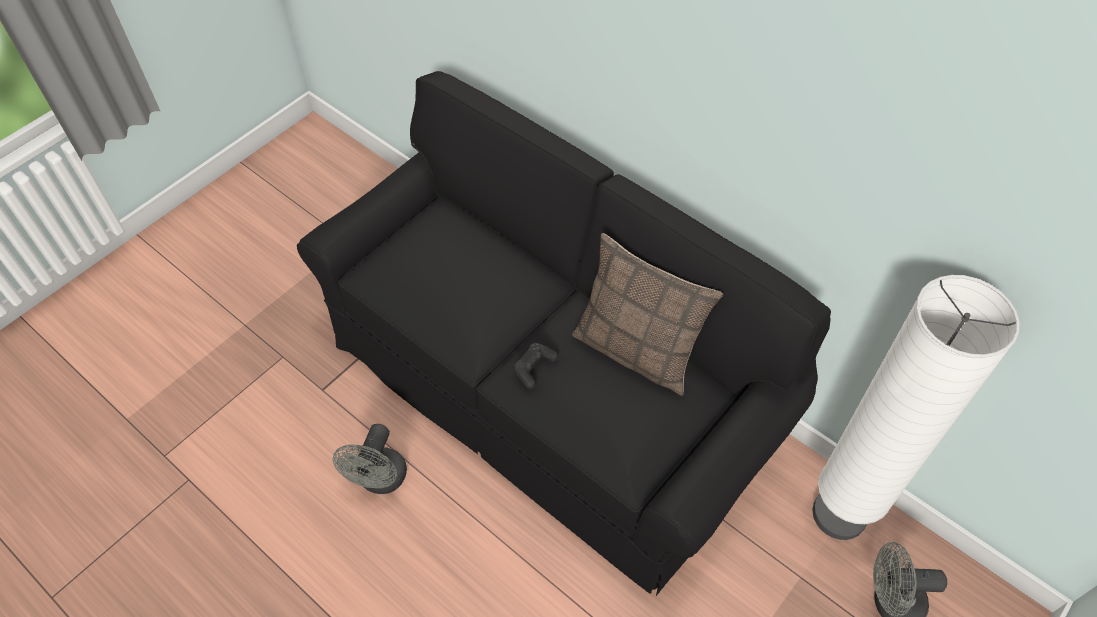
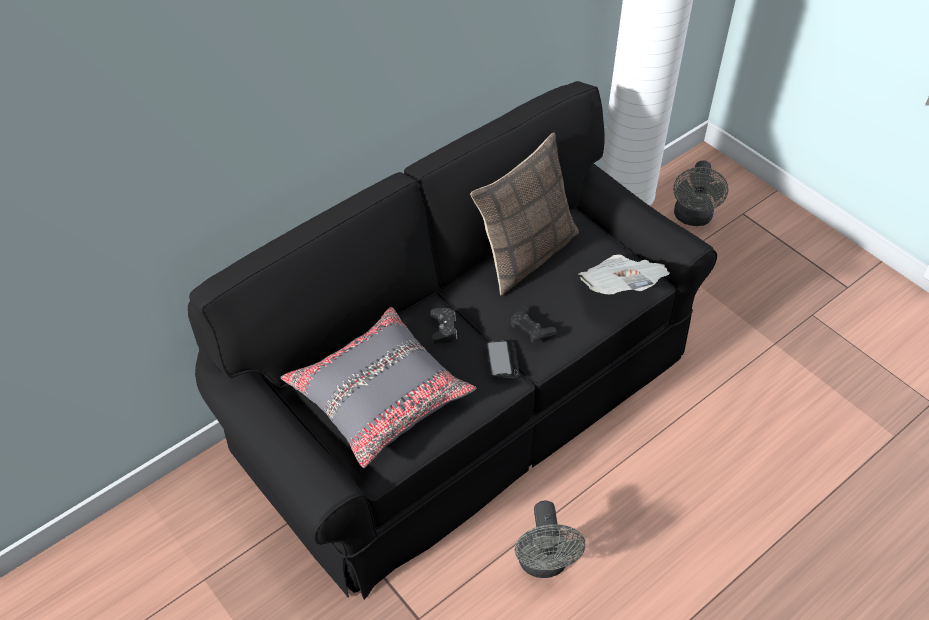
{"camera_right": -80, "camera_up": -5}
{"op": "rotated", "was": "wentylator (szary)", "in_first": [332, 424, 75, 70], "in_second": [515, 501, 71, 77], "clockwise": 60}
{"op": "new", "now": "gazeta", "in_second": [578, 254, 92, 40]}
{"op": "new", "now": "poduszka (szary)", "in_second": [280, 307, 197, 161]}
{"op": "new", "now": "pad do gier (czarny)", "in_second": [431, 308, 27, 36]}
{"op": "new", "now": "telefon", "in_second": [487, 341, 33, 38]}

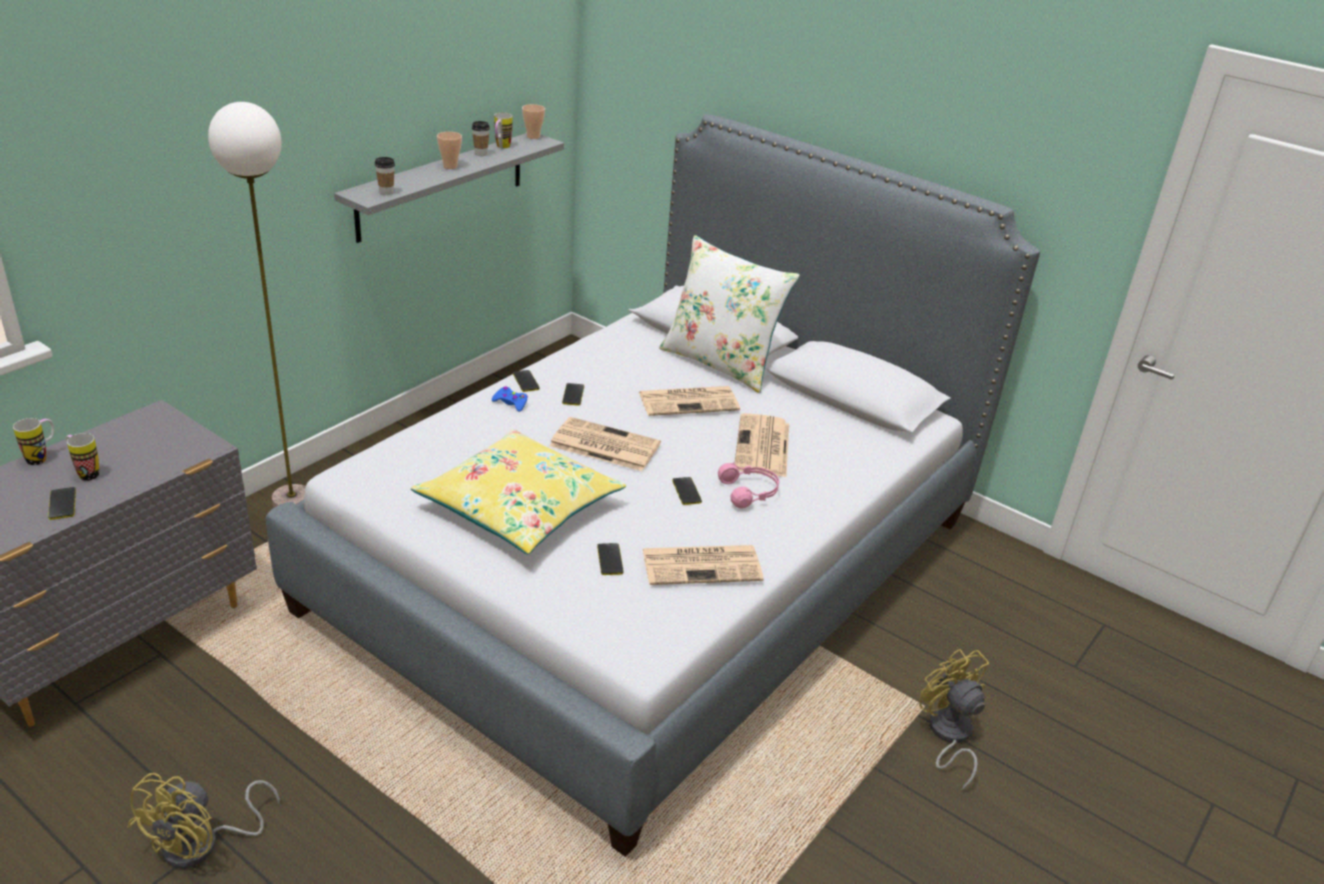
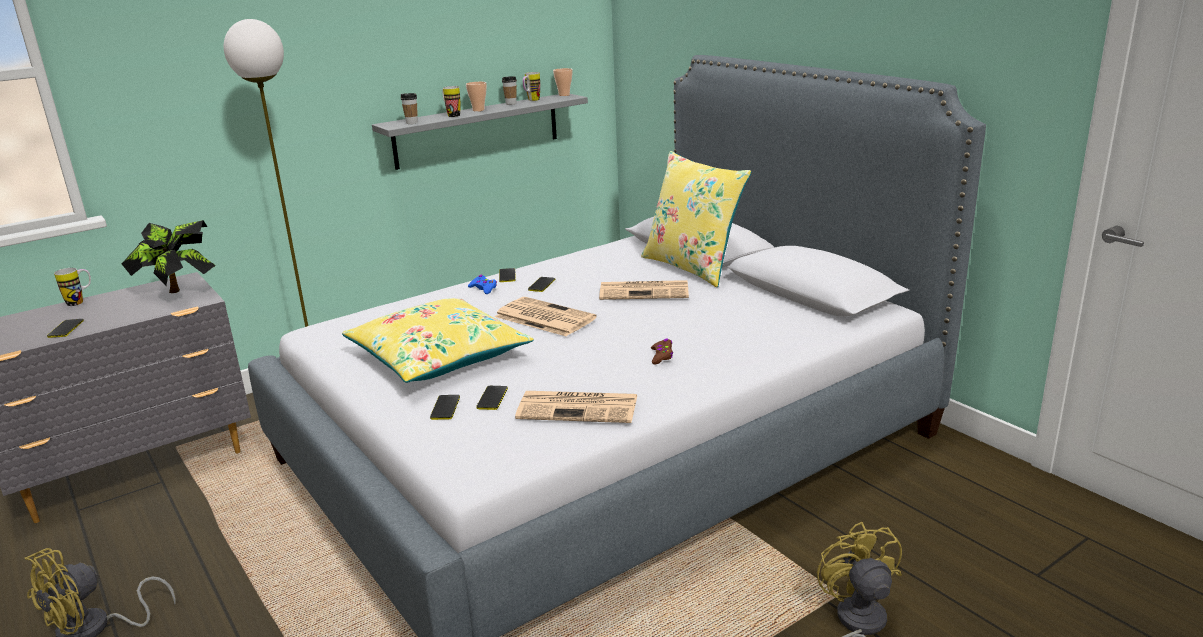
{"camera_right": 20, "camera_up": -10}
{"op": "repainted", "was": "poduszka (biały)", "now": "poduszka (żółty)", "in_first": [659, 235, 141, 158], "in_second": [641, 151, 110, 136]}
{"op": "gone", "was": "gazeta", "in_first": [735, 413, 54, 64]}
{"op": "shifted", "was": "kubek", "in_first": [65, 433, 34, 48], "in_second": [442, 86, 18, 31]}
{"op": "swapped", "was": "słuchawki (różowy)", "now": "pad do gier (brązowy)", "in_first": [718, 463, 61, 46], "in_second": [651, 339, 22, 25]}
{"op": "shifted", "was": "telefon", "in_first": [672, 477, 30, 28], "in_second": [430, 395, 30, 25]}
{"op": "new", "now": "roślina doniczkowa", "in_second": [122, 220, 94, 73]}

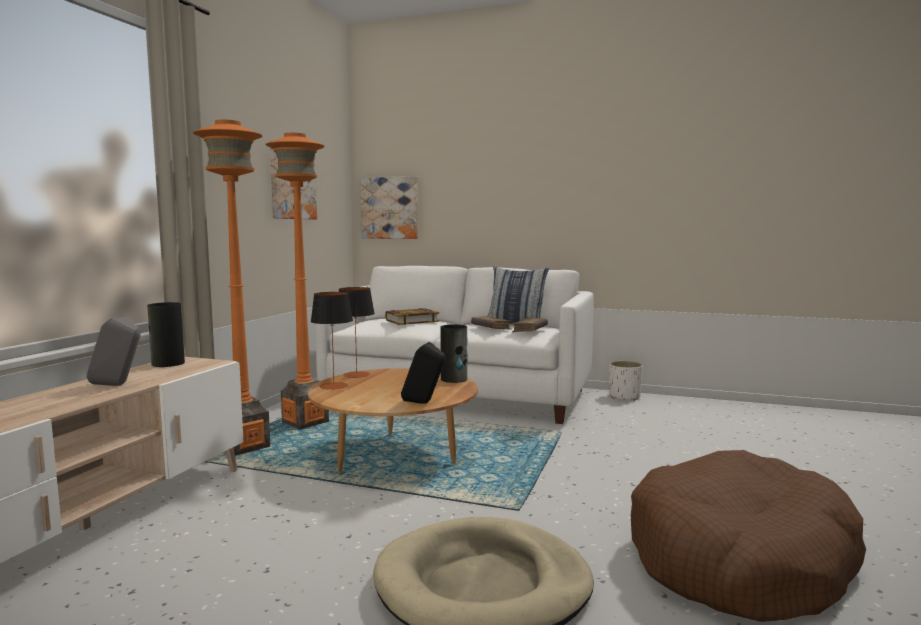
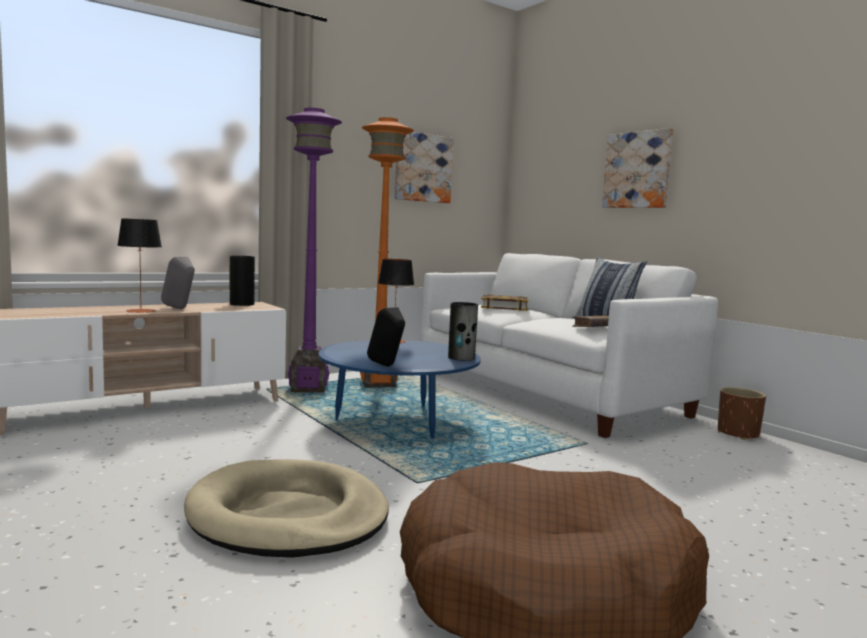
{"camera_right": 35, "camera_up": 0}
{"op": "repainted", "was": "lampa stojąca (pomarańczowy)", "now": "lampa stojąca (fioletowy)", "in_first": [193, 120, 77, 336], "in_second": [286, 108, 56, 284]}
{"op": "shifted", "was": "obraz", "in_first": [360, 176, 58, 63], "in_second": [602, 128, 71, 80]}
{"op": "shifted", "was": "lampa stołowa", "in_first": [311, 292, 42, 98], "in_second": [117, 218, 45, 95]}
{"op": "gone", "was": "książka (brązowy)", "in_first": [471, 317, 40, 13]}
{"op": "repainted", "was": "donica (biały)", "now": "donica (brązowy)", "in_first": [609, 361, 34, 40], "in_second": [718, 387, 48, 53]}
{"op": "repainted", "was": "ława (brązowy)", "now": "ława (niebieski)", "in_first": [308, 368, 170, 105], "in_second": [318, 340, 163, 98]}

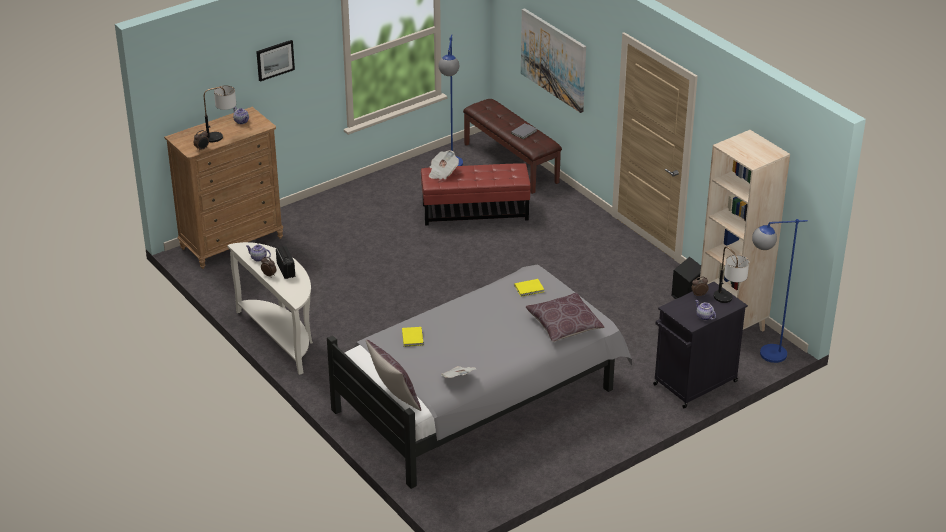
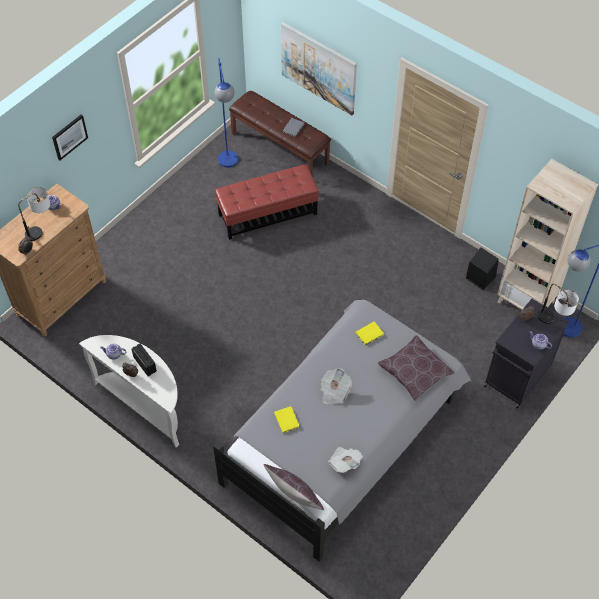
{"camera_right": -15, "camera_up": 20}
{"op": "shifted", "was": "gazeta", "in_first": [429, 150, 30, 29], "in_second": [320, 368, 32, 36]}

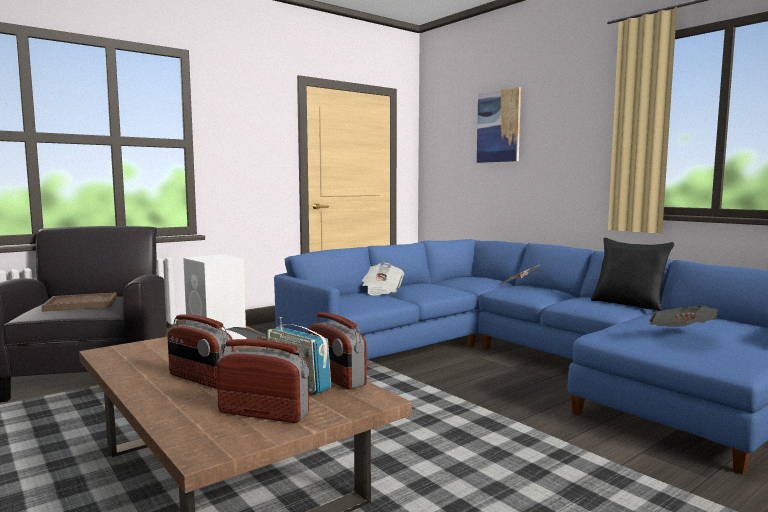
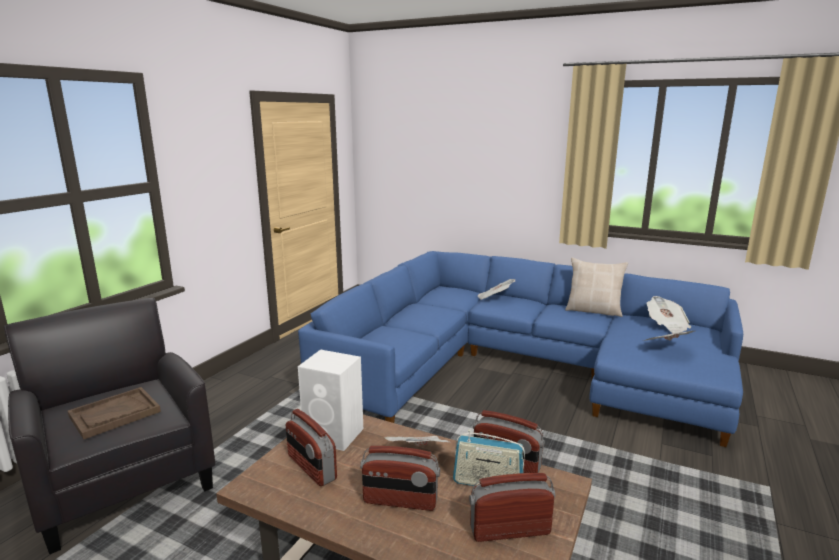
{"camera_right": -25, "camera_up": 10}
{"op": "gone", "was": "obraz", "in_first": [477, 87, 44, 76]}
{"op": "repainted", "was": "poduszka (czarny)", "now": "poduszka (beżowy)", "in_first": [591, 238, 83, 73], "in_second": [565, 258, 63, 59]}
{"op": "shifted", "was": "gazeta", "in_first": [362, 263, 43, 33], "in_second": [647, 296, 44, 38]}
{"op": "new", "now": "radio", "in_second": [286, 409, 51, 77]}

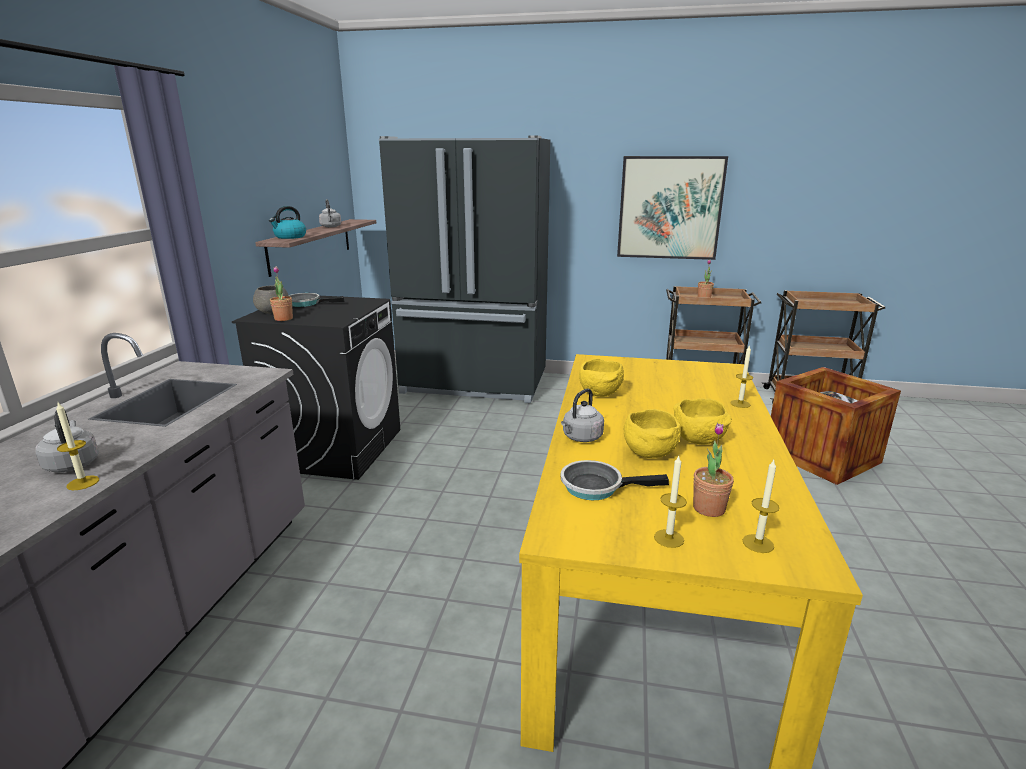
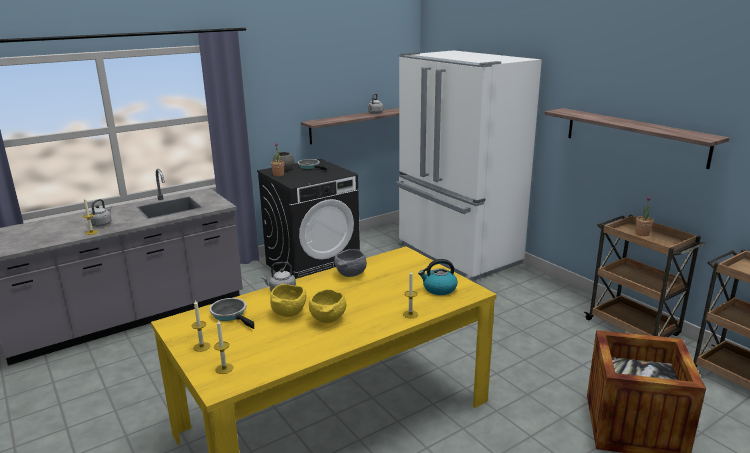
{"camera_right": 45, "camera_up": 0}
{"op": "repainted", "was": "lodówka (czarny)", "now": "lodówka (biały)", "in_first": [379, 135, 171, 268], "in_second": [396, 50, 146, 231]}
{"op": "swapped", "was": "obraz", "now": "półka", "in_first": [617, 156, 111, 104], "in_second": [544, 108, 185, 61]}
{"op": "shifted", "was": "czajnik", "in_first": [269, 206, 37, 33], "in_second": [418, 259, 40, 36]}
{"op": "repainted", "was": "miska (żółty)", "now": "miska (szary)", "in_first": [579, 359, 45, 38], "in_second": [334, 249, 33, 28]}
{"op": "gone", "was": "roślina doniczkowa", "in_first": [693, 423, 41, 94]}

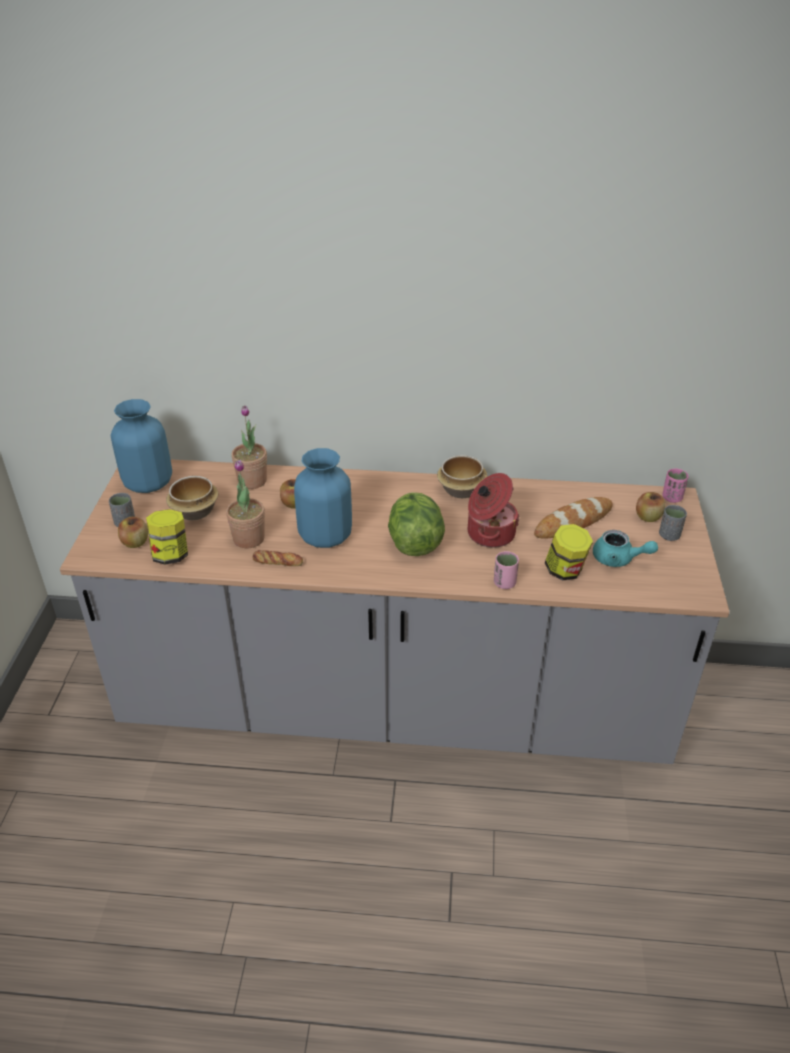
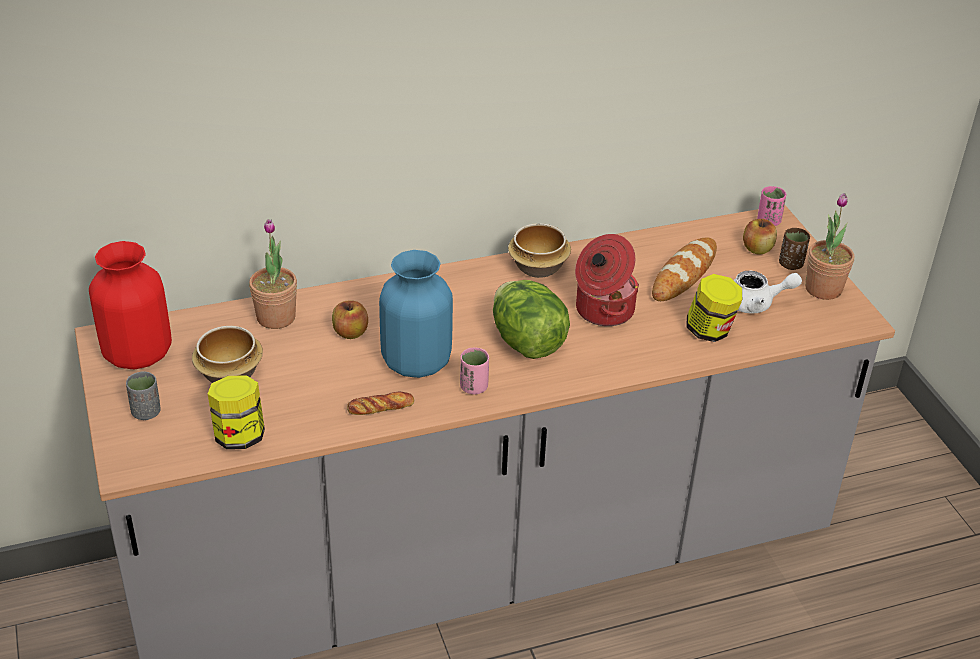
{"camera_right": -25, "camera_up": 0}
{"op": "repainted", "was": "wazon (niebieski)", "now": "wazon (czerwony)", "in_first": [111, 399, 61, 94], "in_second": [89, 241, 83, 128]}
{"op": "shifted", "was": "roślina doniczkowa", "in_first": [226, 460, 39, 88], "in_second": [805, 193, 49, 107]}
{"op": "repainted", "was": "filiżanka (szary)", "now": "filiżanka (brązowy)", "in_first": [659, 505, 28, 36], "in_second": [779, 228, 31, 42]}
{"op": "gone", "was": "jabłko", "in_first": [118, 517, 30, 31]}
{"op": "repainted", "was": "imbryk (turkusowy)", "now": "imbryk (biały)", "in_first": [593, 530, 65, 37], "in_second": [734, 271, 68, 42]}
{"op": "shifted", "was": "filiżanka (różowy)", "in_first": [494, 551, 25, 38], "in_second": [460, 348, 29, 46]}

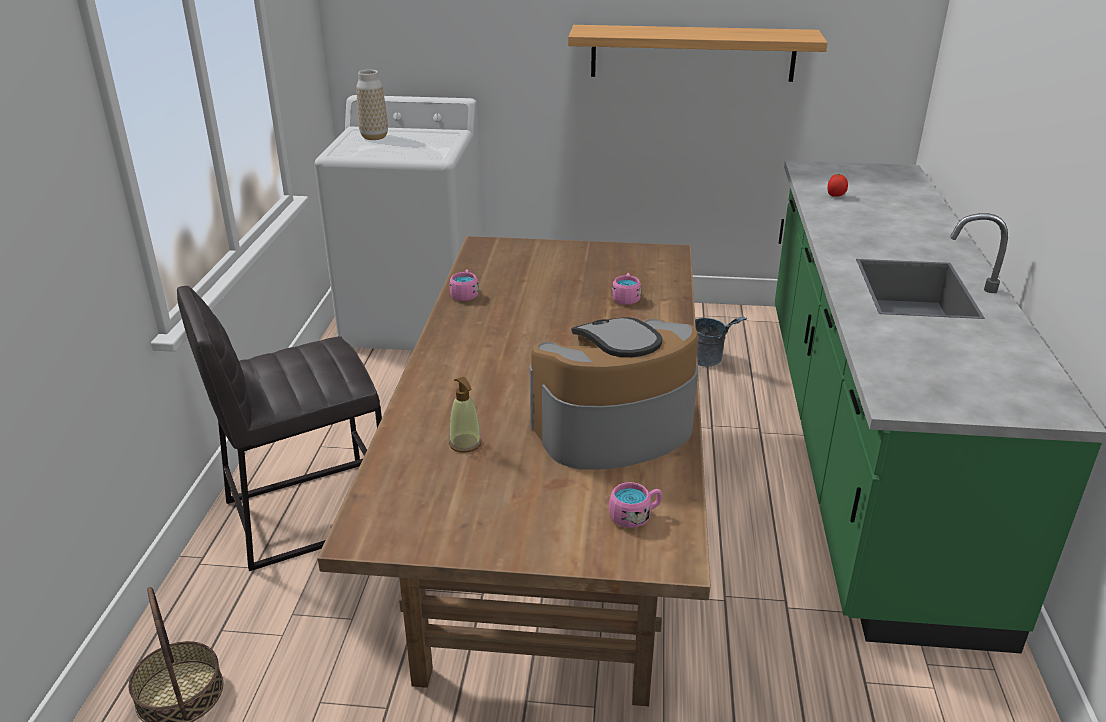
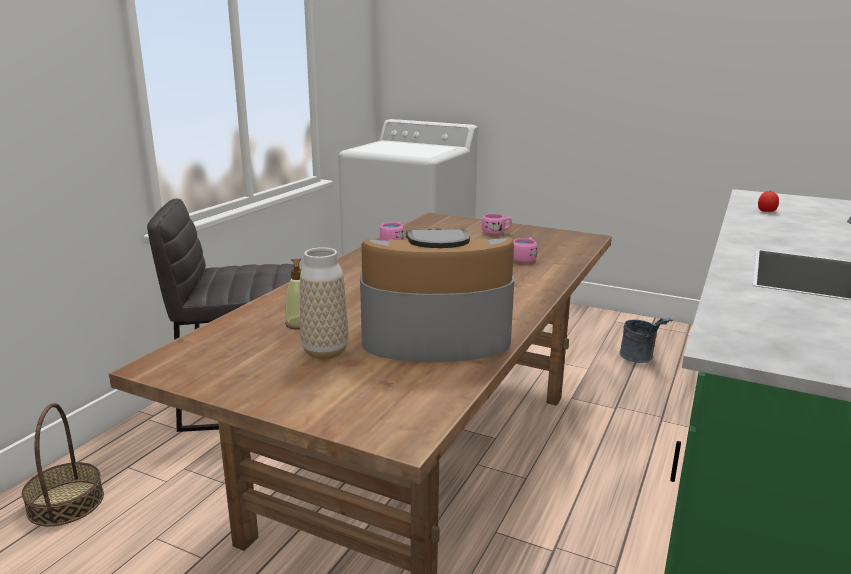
{"camera_right": 20, "camera_up": -10}
{"op": "gone", "was": "półka", "in_first": [568, 25, 260, 57]}
{"op": "shifted", "was": "wazon", "in_first": [356, 70, 32, 70], "in_second": [300, 247, 48, 113]}
{"op": "shifted", "was": "kubek (różowy)", "in_first": [609, 482, 53, 46], "in_second": [482, 213, 30, 22]}

